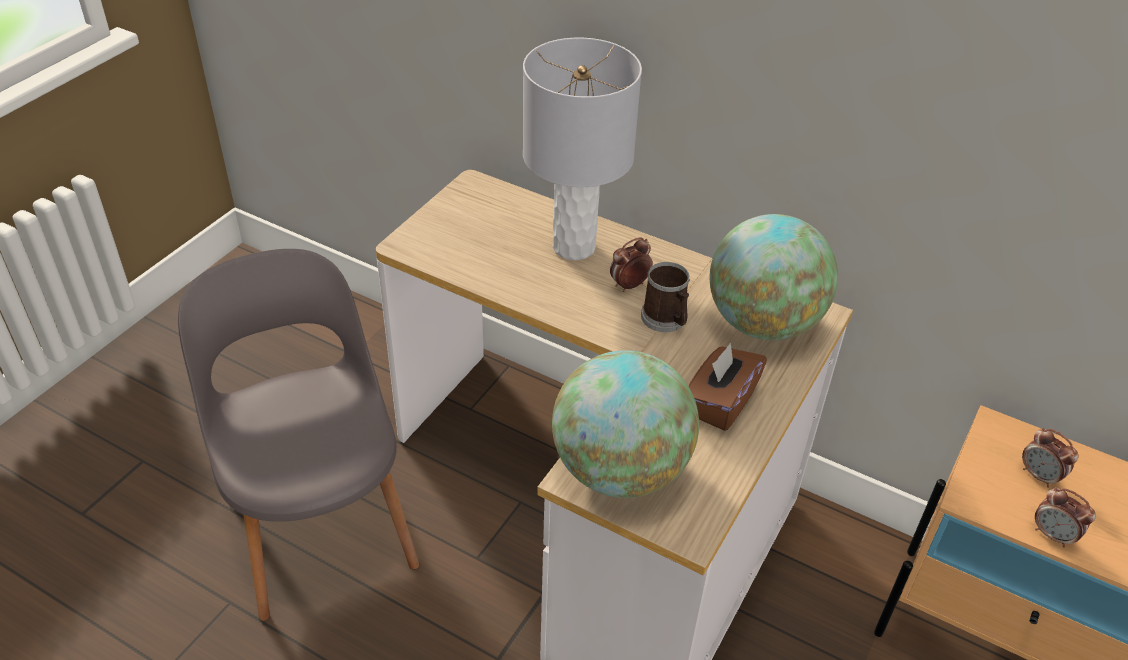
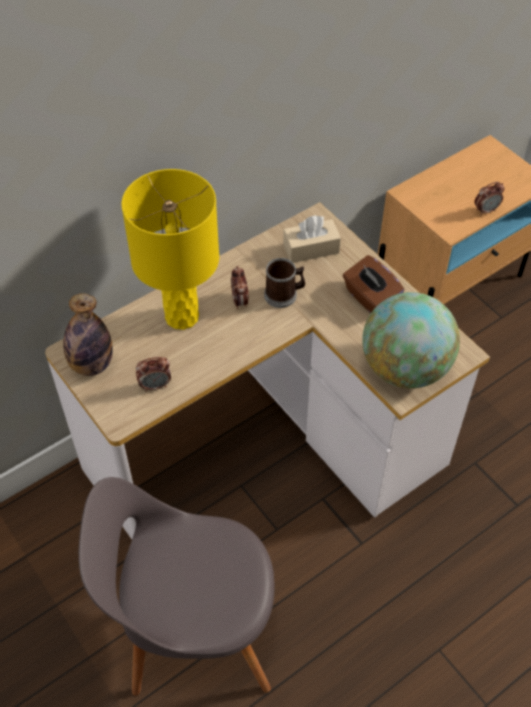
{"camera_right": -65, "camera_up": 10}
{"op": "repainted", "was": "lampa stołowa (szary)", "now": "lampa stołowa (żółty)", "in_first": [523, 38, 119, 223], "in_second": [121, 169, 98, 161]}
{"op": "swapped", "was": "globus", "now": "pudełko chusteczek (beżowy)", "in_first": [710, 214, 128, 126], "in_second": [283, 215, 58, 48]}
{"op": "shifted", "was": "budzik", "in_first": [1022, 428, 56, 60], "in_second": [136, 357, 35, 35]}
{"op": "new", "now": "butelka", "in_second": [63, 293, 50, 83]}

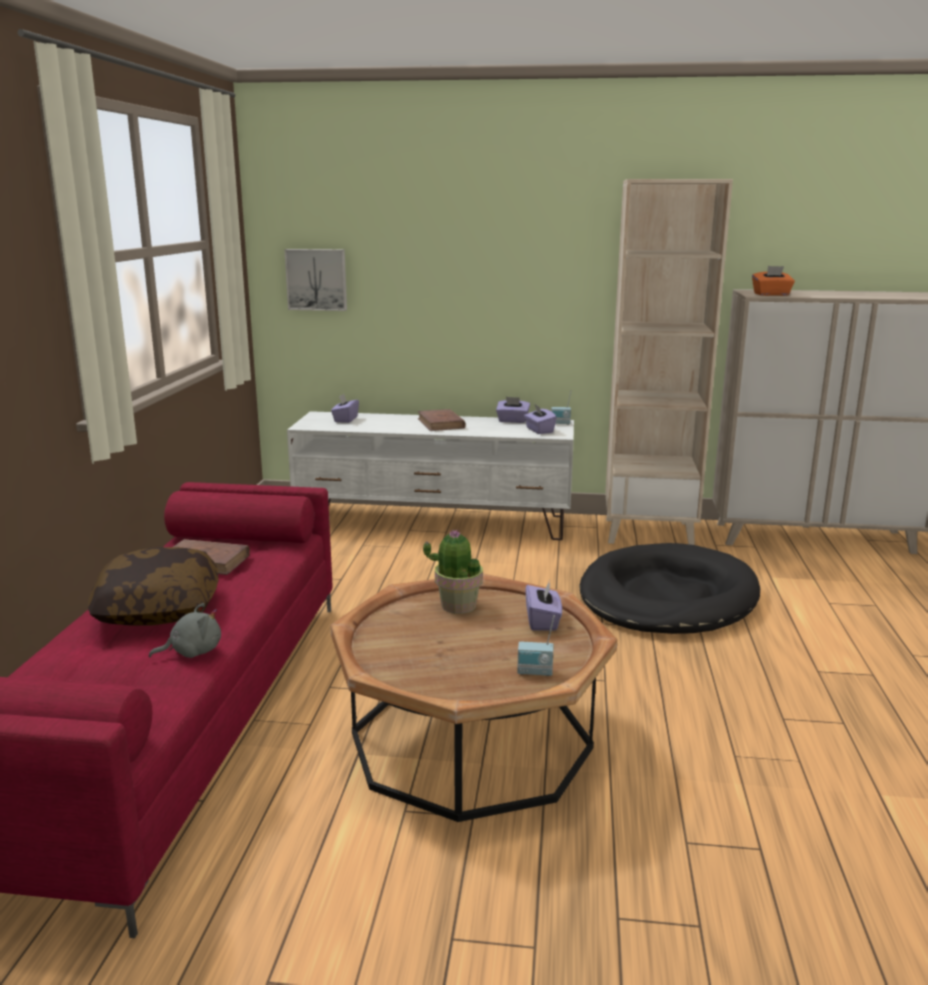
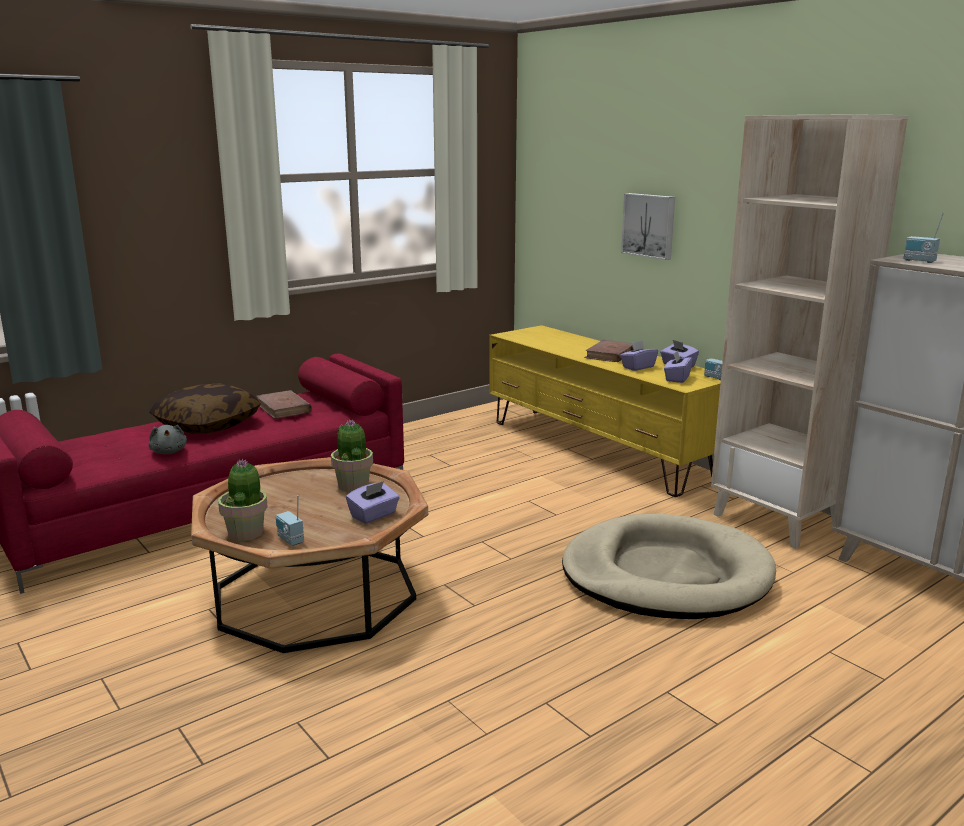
{"camera_right": 45, "camera_up": 0}
{"op": "shifted", "was": "obraz", "in_first": [284, 249, 63, 62], "in_second": [621, 193, 54, 67]}
{"op": "swapped", "was": "pudełko chusteczek (pomarańczowy)", "now": "radio", "in_first": [752, 266, 43, 30], "in_second": [903, 212, 41, 51]}
{"op": "shifted", "was": "pudełko chusteczek (fioletowy)", "in_first": [331, 394, 28, 29], "in_second": [620, 340, 38, 31]}
{"op": "repainted", "was": "szafka pod telewizor (biały)", "now": "szafka pod telewizor (żółty)", "in_first": [287, 411, 287, 129], "in_second": [489, 325, 232, 172]}
{"op": "repainted", "was": "legowisko (czarny)", "now": "legowisko (beżowy)", "in_first": [579, 543, 181, 91], "in_second": [562, 514, 214, 105]}
{"op": "rotated", "was": "pluszak (szary)", "in_first": [149, 603, 72, 55], "in_second": [148, 425, 39, 29], "clockwise": 45}
{"op": "new", "now": "roślina doniczkowa", "in_second": [218, 458, 50, 83]}

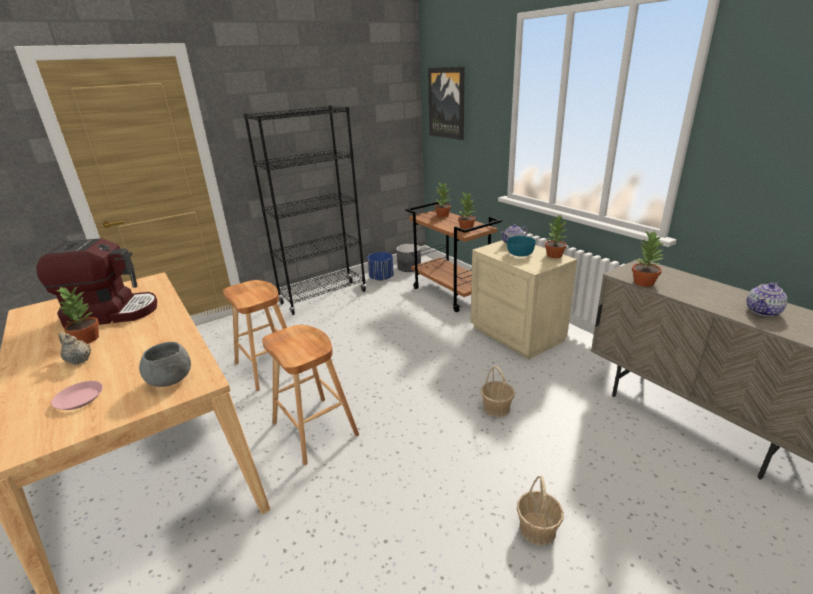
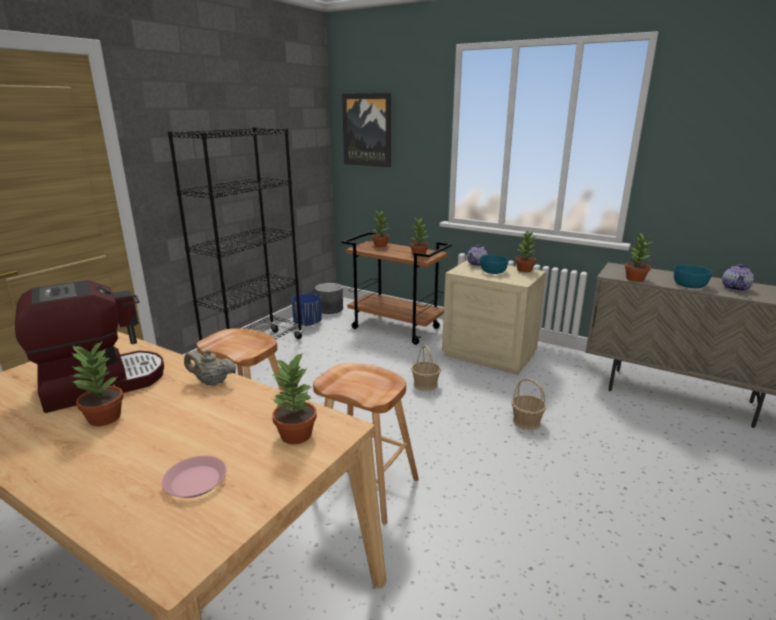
{"camera_right": -25, "camera_up": -5}
{"op": "shifted", "was": "imbryk (beżowy)", "in_first": [58, 332, 33, 33], "in_second": [184, 349, 52, 37]}
{"op": "swapped", "was": "miska (szary)", "now": "roślina doniczkowa", "in_first": [139, 342, 52, 45], "in_second": [271, 352, 46, 92]}
{"op": "shifted", "was": "koszyk", "in_first": [517, 476, 47, 70], "in_second": [411, 345, 30, 46]}
{"op": "new", "now": "miska (turkusowy)", "in_second": [674, 265, 39, 23]}

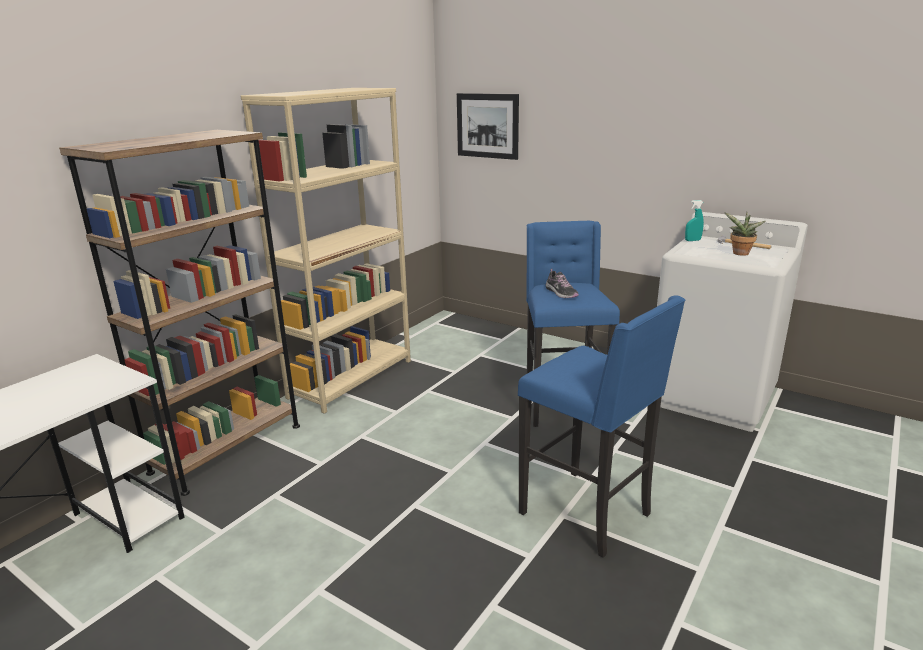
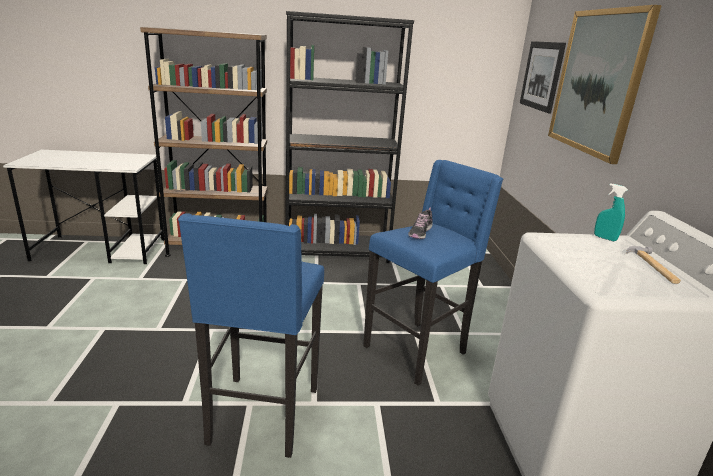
{"camera_right": 50, "camera_up": 0}
{"op": "repainted", "was": "regał (beżowy)", "now": "regał (czarny)", "in_first": [240, 88, 171, 326], "in_second": [286, 11, 128, 252]}
{"op": "gone", "was": "roślina doniczkowa", "in_first": [724, 212, 41, 44]}
{"op": "new", "now": "obraz", "in_second": [548, 5, 114, 159]}

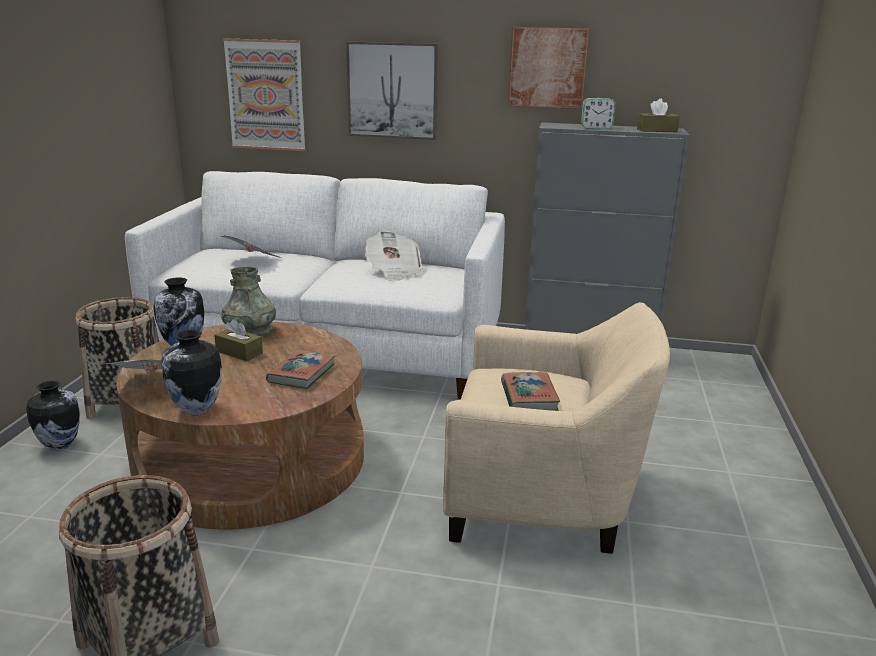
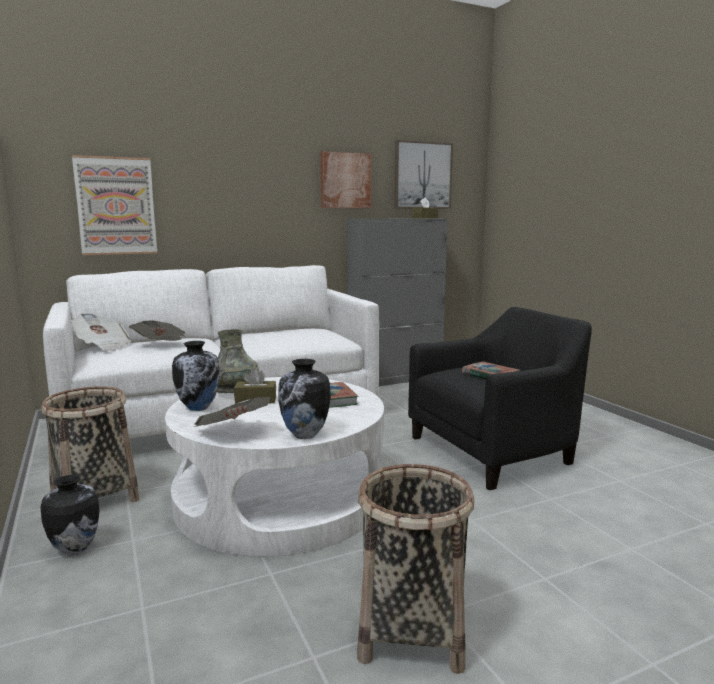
{"camera_right": -35, "camera_up": -10}
{"op": "shifted", "was": "obraz", "in_first": [346, 41, 92, 99], "in_second": [394, 140, 59, 68]}
{"op": "gone", "was": "budzik", "in_first": [581, 98, 35, 31]}
{"op": "shifted", "was": "gazeta", "in_first": [365, 230, 57, 51], "in_second": [70, 313, 62, 38]}
{"op": "repainted", "was": "fotel (beżowy)", "now": "fotel (czarny)", "in_first": [443, 302, 227, 252], "in_second": [408, 307, 184, 183]}
{"op": "repainted", "was": "ława (brązowy)", "now": "ława (biały)", "in_first": [116, 322, 248, 207], "in_second": [165, 377, 219, 180]}

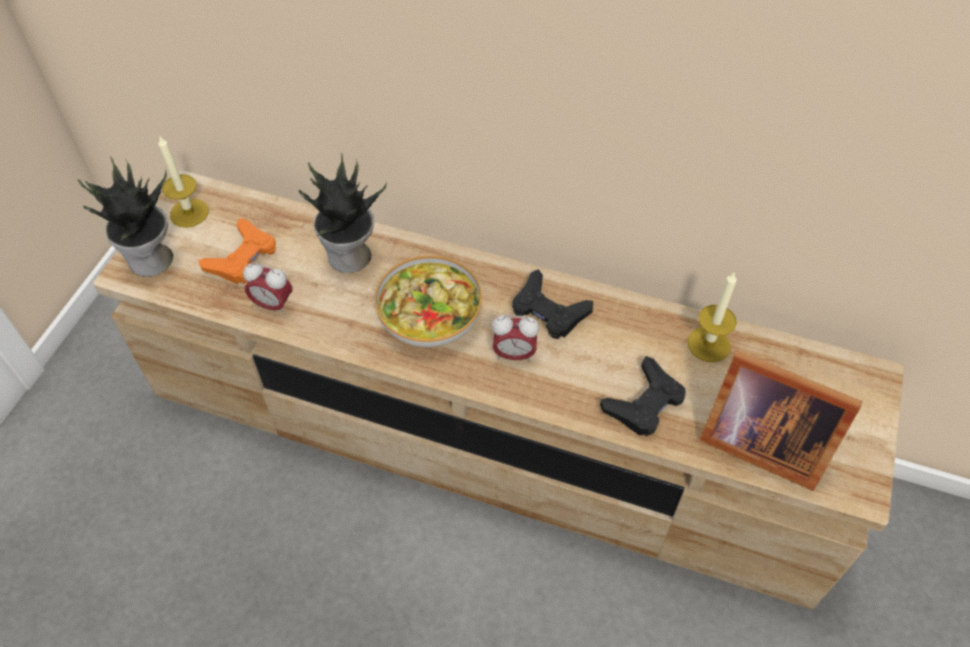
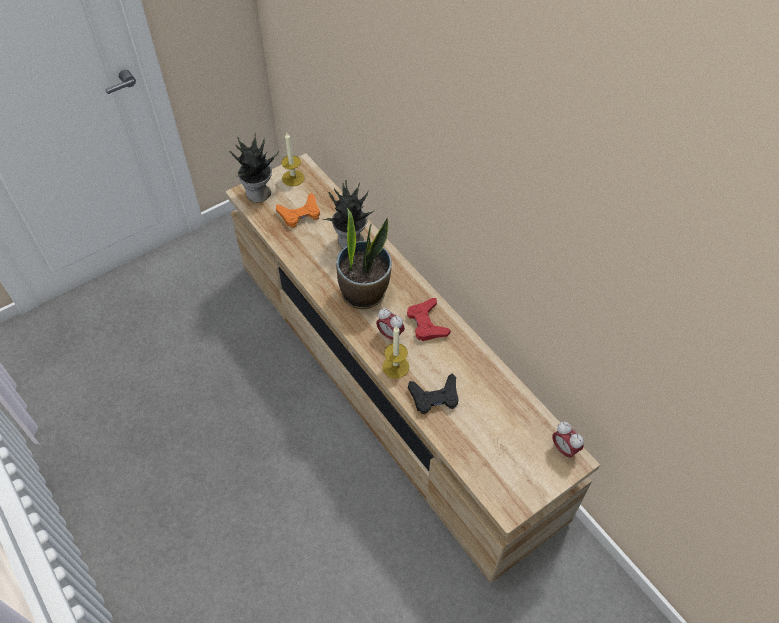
{"camera_right": 35, "camera_up": 0}
{"op": "swapped", "was": "miska", "now": "roślina doniczkowa", "in_first": [375, 256, 107, 91], "in_second": [336, 208, 56, 101]}
{"op": "shifted", "was": "budzik", "in_first": [243, 263, 49, 51], "in_second": [552, 422, 32, 38]}
{"op": "repainted", "was": "pad do gier (czarny)", "now": "pad do gier (czerwony)", "in_first": [512, 269, 81, 70], "in_second": [407, 298, 44, 43]}
{"op": "shifted", "was": "świeca", "in_first": [688, 271, 49, 91], "in_second": [383, 326, 26, 53]}
{"op": "gone", "was": "ramka na zdjęcie", "in_first": [699, 350, 163, 141]}

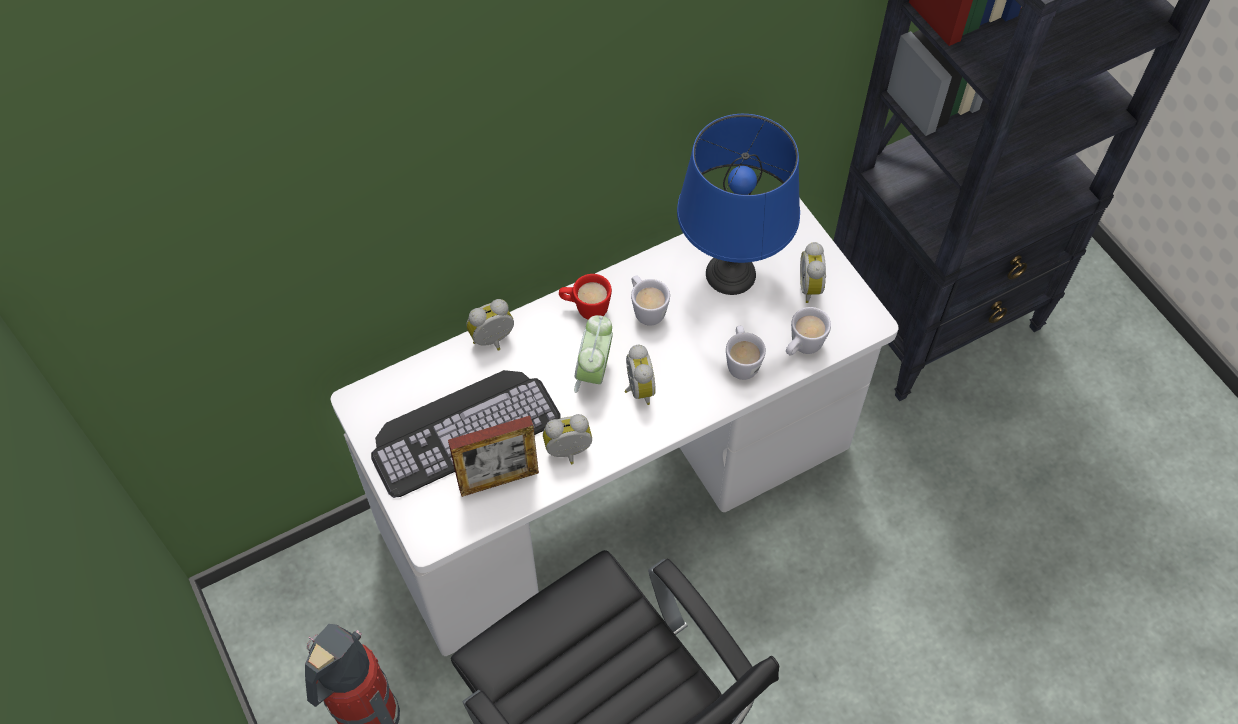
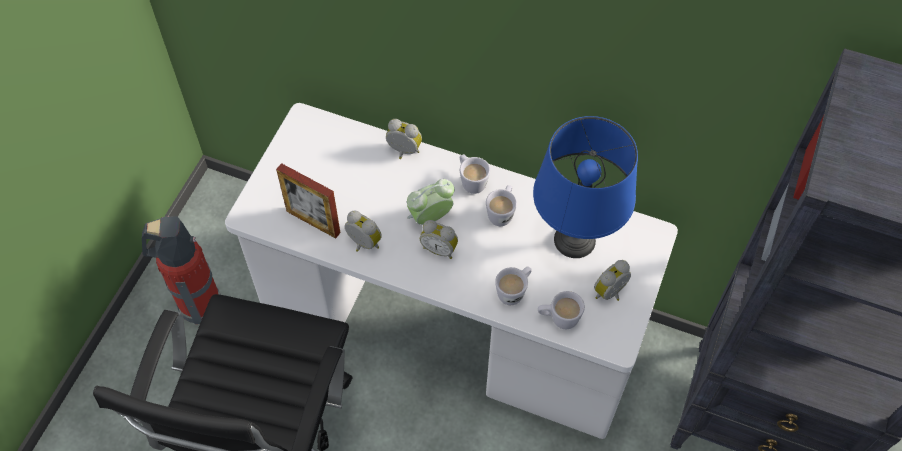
{"camera_right": 50, "camera_up": 0}
{"op": "repainted", "was": "kubek (czerwony)", "now": "kubek (biały)", "in_first": [559, 274, 53, 46], "in_second": [460, 154, 30, 40]}
{"op": "rotated", "was": "budzik", "in_first": [624, 345, 32, 60], "in_second": [420, 220, 38, 39], "clockwise": 75}
{"op": "gone", "was": "klawiatura", "in_first": [371, 370, 190, 128]}

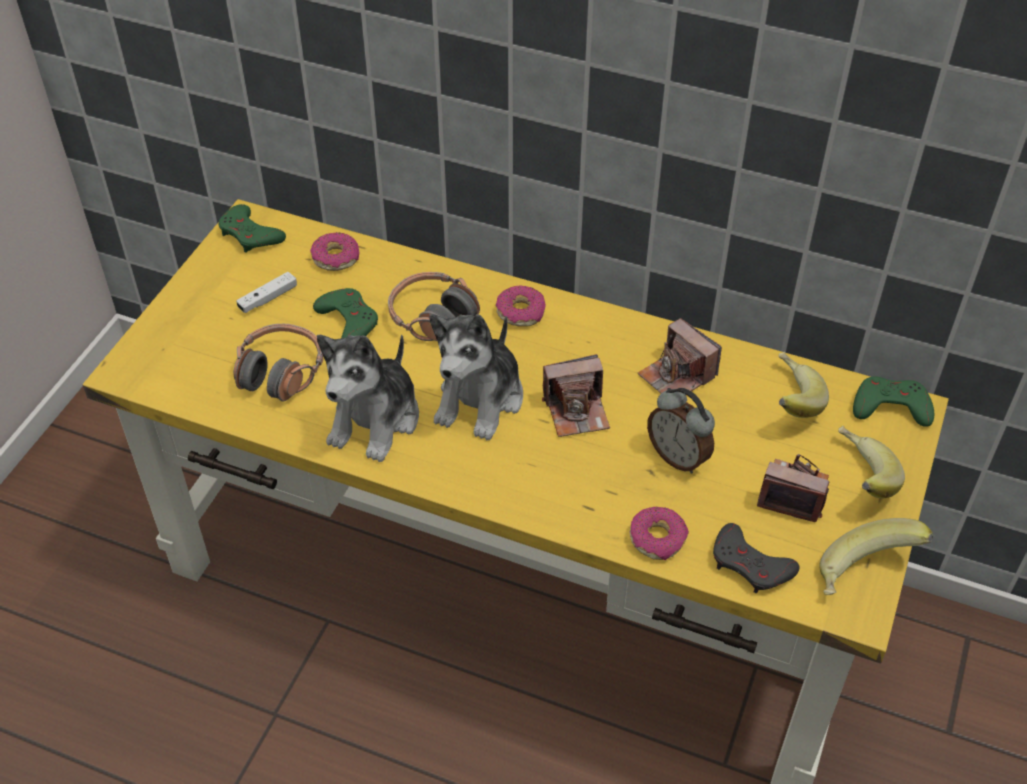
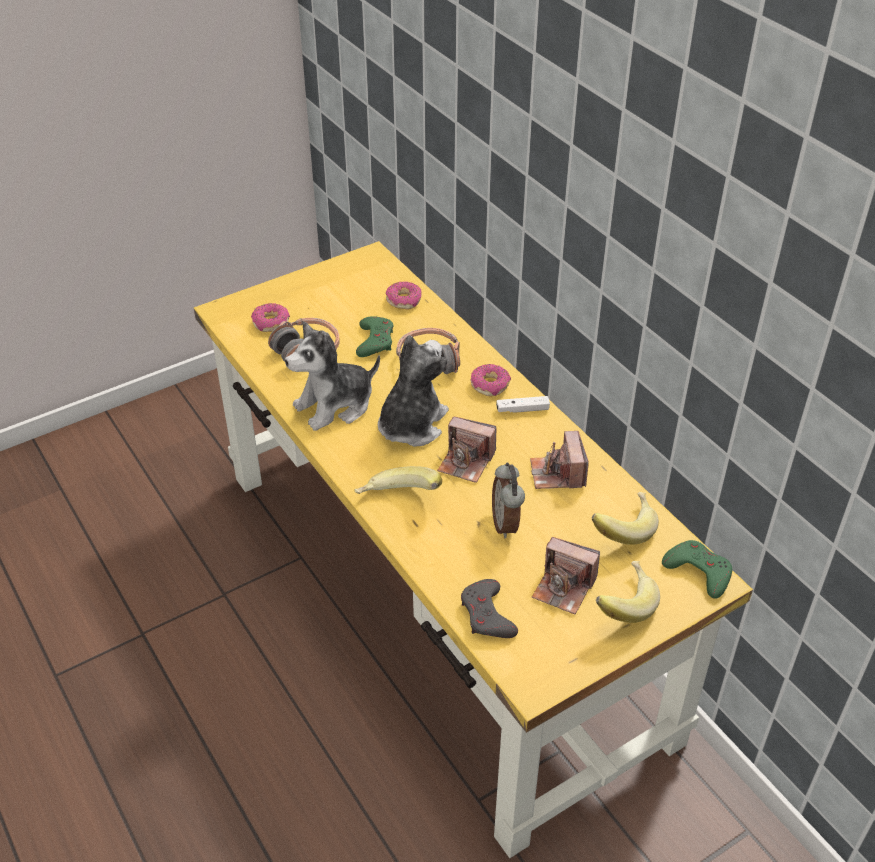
{"camera_right": 35, "camera_up": -5}
{"op": "gone", "was": "pad do gier (zielony)", "in_first": [219, 204, 67, 49]}
{"op": "shifted", "was": "pad do gier (biały)", "in_first": [236, 272, 61, 41], "in_second": [496, 396, 54, 17]}
{"op": "rotated", "was": "pluszak", "in_first": [430, 314, 93, 127], "in_second": [378, 335, 71, 112], "clockwise": 150}
{"op": "rotated", "was": "aparat fotograficzny", "in_first": [757, 454, 72, 68], "in_second": [532, 537, 68, 77], "clockwise": 150}
{"op": "shifted", "was": "donut", "in_first": [630, 507, 59, 53], "in_second": [251, 303, 39, 29]}
{"op": "shifted", "was": "banan", "in_first": [819, 518, 114, 77], "in_second": [355, 466, 87, 28]}

